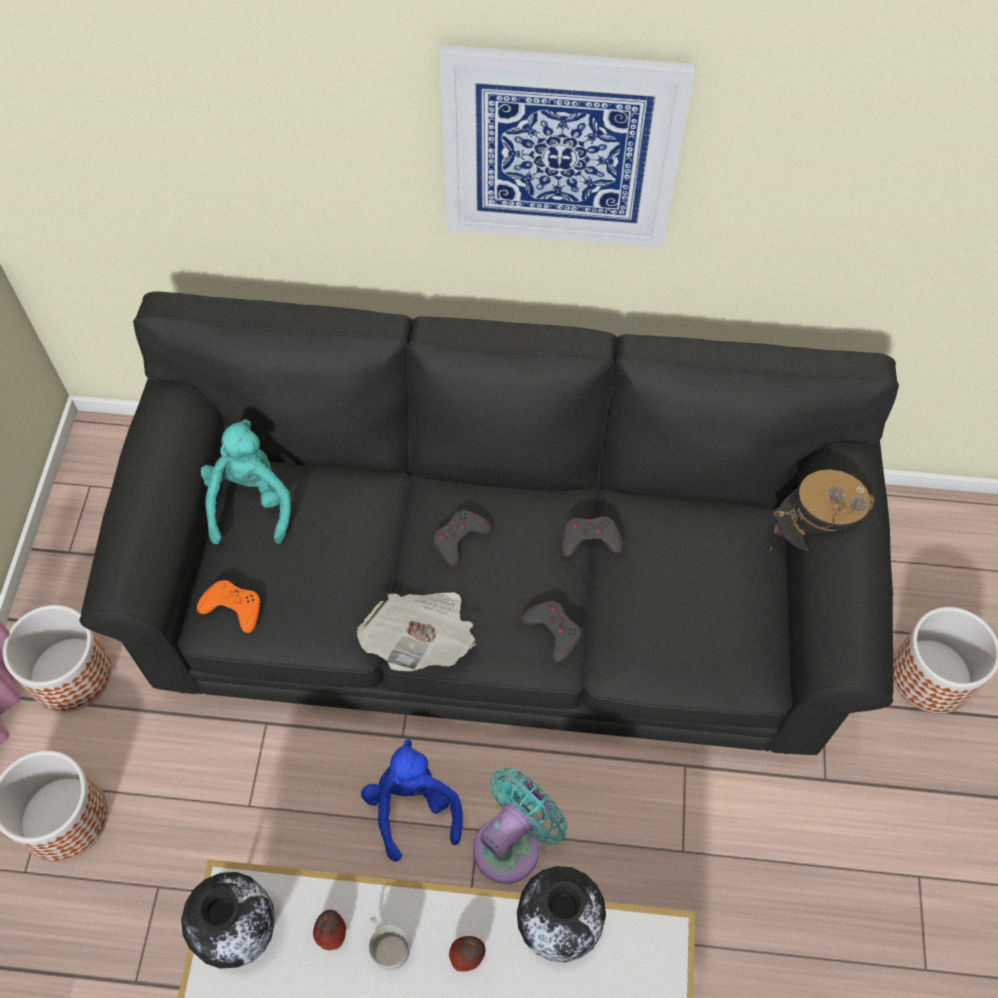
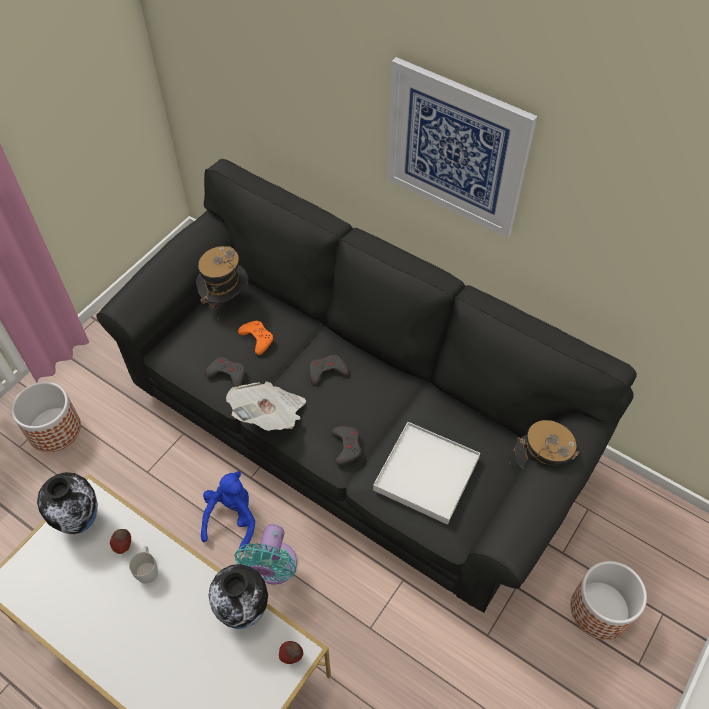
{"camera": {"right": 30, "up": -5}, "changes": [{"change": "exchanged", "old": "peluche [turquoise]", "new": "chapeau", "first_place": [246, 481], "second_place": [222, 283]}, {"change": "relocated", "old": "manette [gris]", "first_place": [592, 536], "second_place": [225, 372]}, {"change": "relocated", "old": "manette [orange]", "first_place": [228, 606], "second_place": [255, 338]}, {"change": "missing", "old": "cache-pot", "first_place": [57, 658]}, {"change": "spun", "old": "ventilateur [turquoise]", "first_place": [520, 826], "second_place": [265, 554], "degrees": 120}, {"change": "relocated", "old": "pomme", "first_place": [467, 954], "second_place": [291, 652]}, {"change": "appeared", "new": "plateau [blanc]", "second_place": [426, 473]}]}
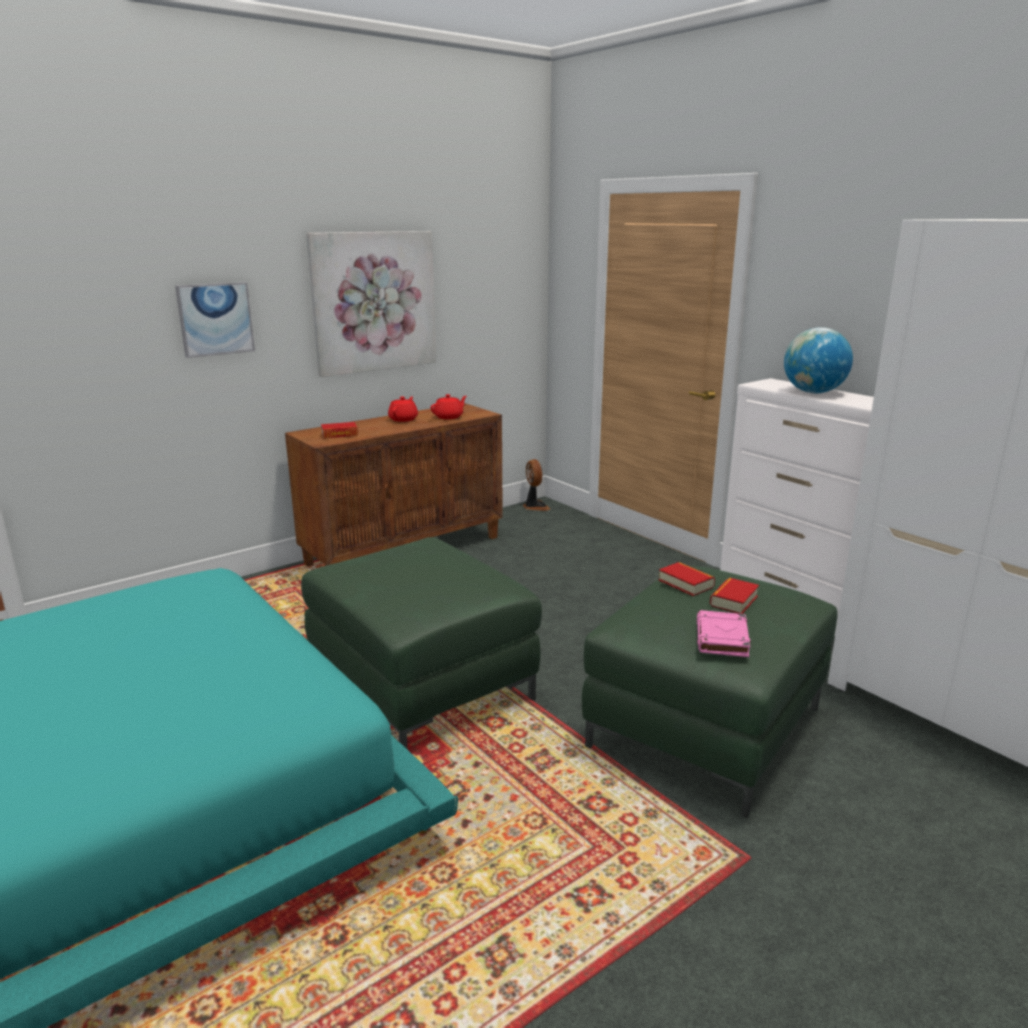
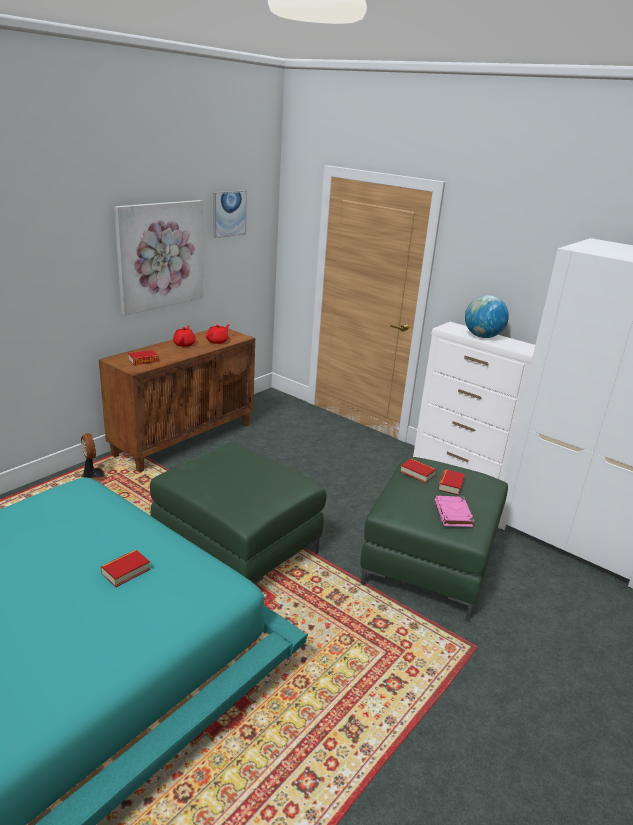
{"camera": {"right": -15, "up": 5}, "changes": [{"change": "relocated", "old": "tableau", "first_place": [215, 320], "second_place": [230, 214]}, {"change": "relocated", "old": "ventilateur", "first_place": [536, 485], "second_place": [94, 457]}, {"change": "appeared", "new": "livre", "second_place": [125, 568]}]}
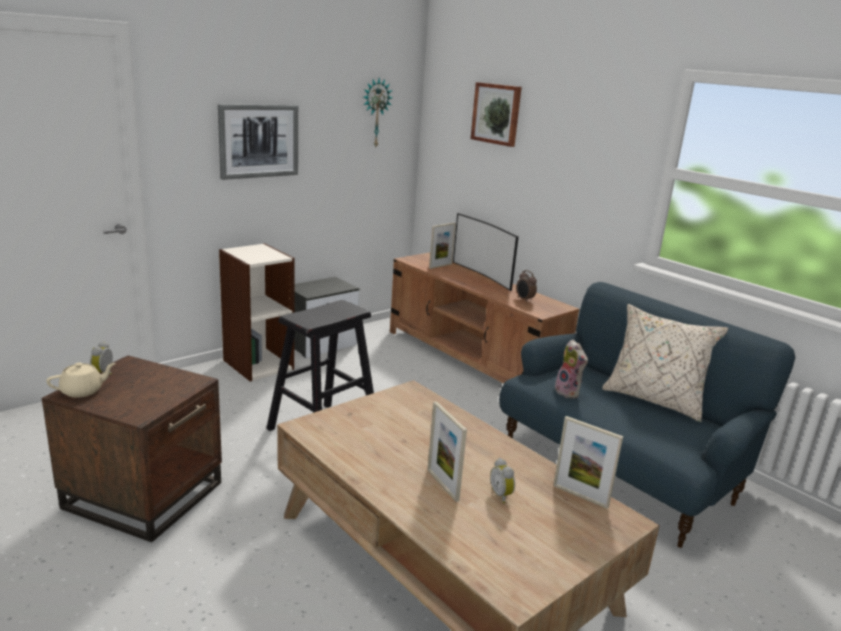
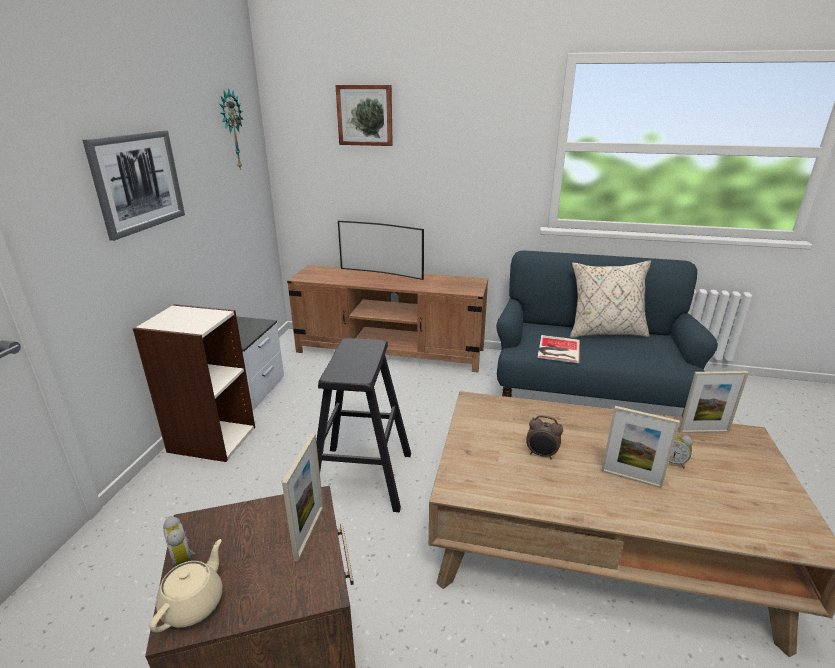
{"camera": {"right": -35, "up": 5}, "changes": [{"change": "relocated", "old": "cadre photo", "first_place": [442, 245], "second_place": [302, 497]}, {"change": "relocated", "old": "réveil", "first_place": [526, 286], "second_place": [544, 437]}, {"change": "exchanged", "old": "peluche", "new": "livre", "first_place": [571, 369], "second_place": [558, 349]}]}
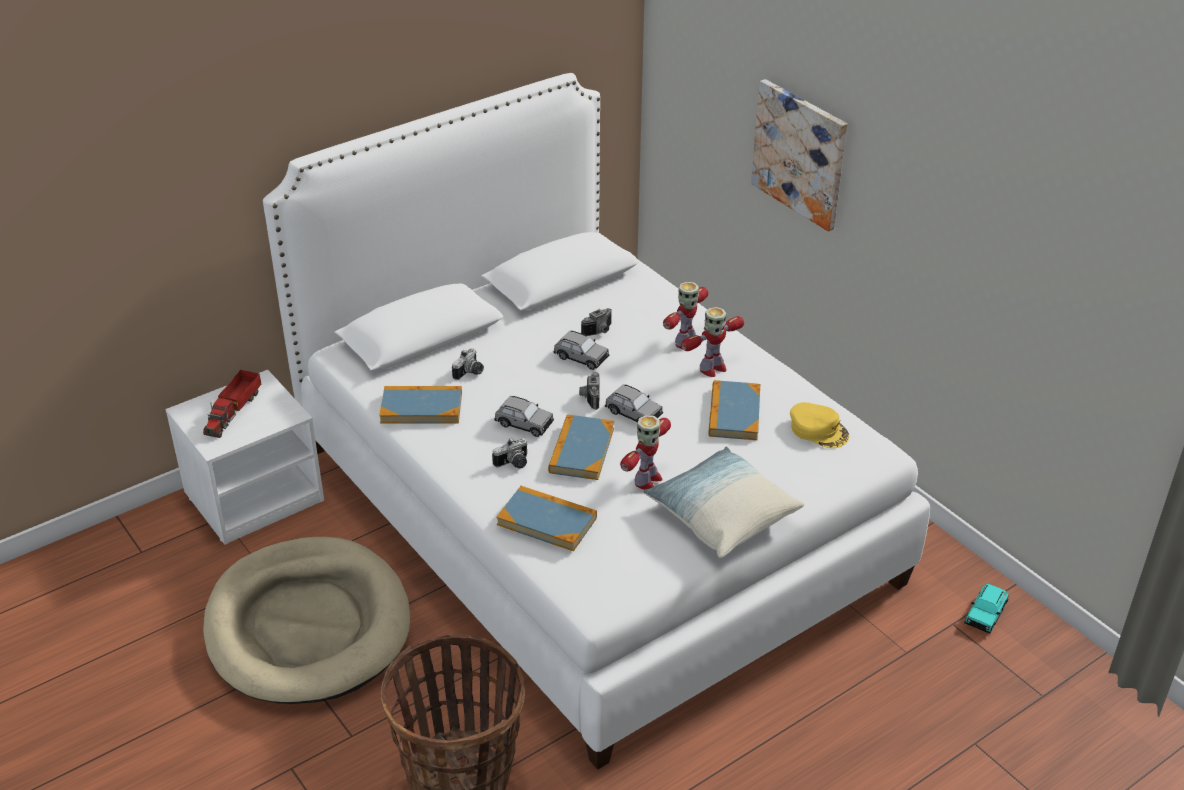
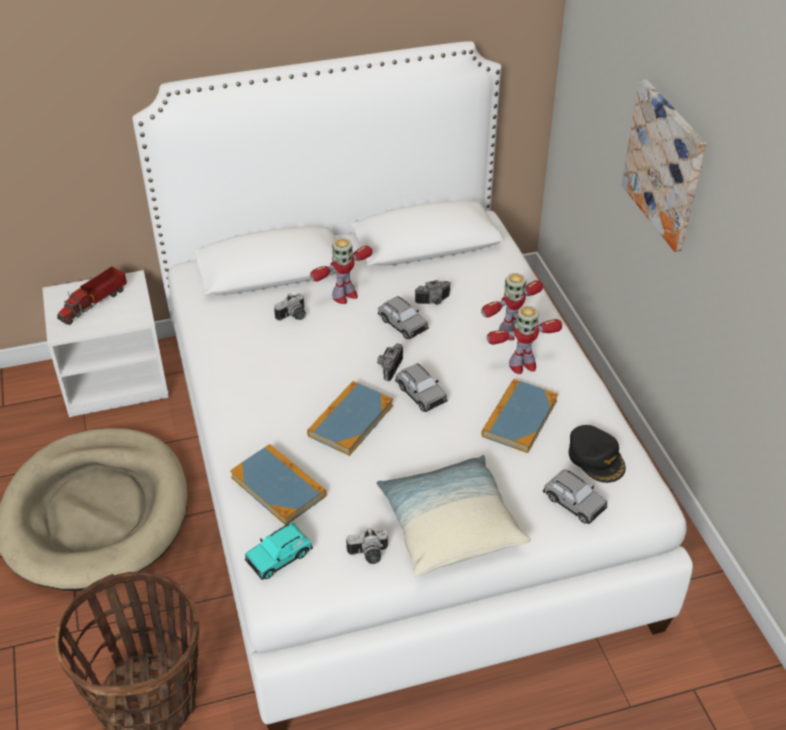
{"camera": {"right": 20, "up": 5}, "changes": [{"change": "missing", "old": "livre", "first_place": [420, 405]}, {"change": "relocated", "old": "petite voiture [gris]", "first_place": [524, 416], "second_place": [575, 496]}, {"change": "colour", "old": "casquette [jaune]", "new": "casquette [noir]", "first_place": [819, 425], "second_place": [597, 454]}, {"change": "relocated", "old": "robot jouet", "first_place": [645, 452], "second_place": [341, 271]}, {"change": "relocated", "old": "appareil photo", "first_place": [509, 453], "second_place": [367, 546]}, {"change": "relocated", "old": "petite voiture [turquoise]", "first_place": [986, 608], "second_place": [279, 551]}]}
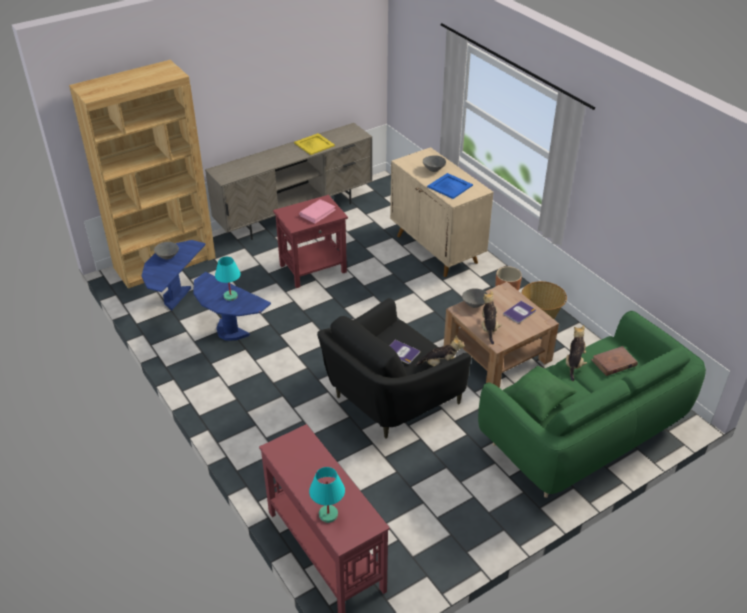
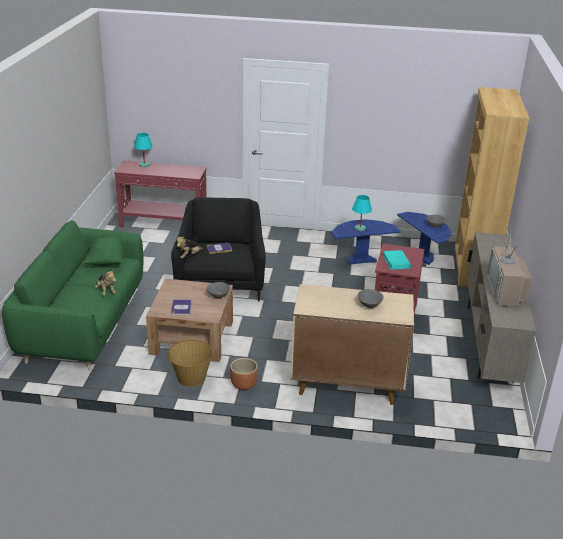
{"camera": {"right": 130, "up": -10}, "changes": [{"change": "exchanged", "old": "plateau [jaune]", "new": "téléviseur", "first_place": [314, 144], "second_place": [509, 266]}, {"change": "missing", "old": "plateau [bleu]", "first_place": [450, 186]}, {"change": "colour", "old": "livre [rose]", "new": "livre [turquoise]", "first_place": [317, 211], "second_place": [397, 260]}, {"change": "missing", "old": "peluche", "first_place": [491, 317]}, {"change": "missing", "old": "livre [marron]", "first_place": [614, 361]}]}
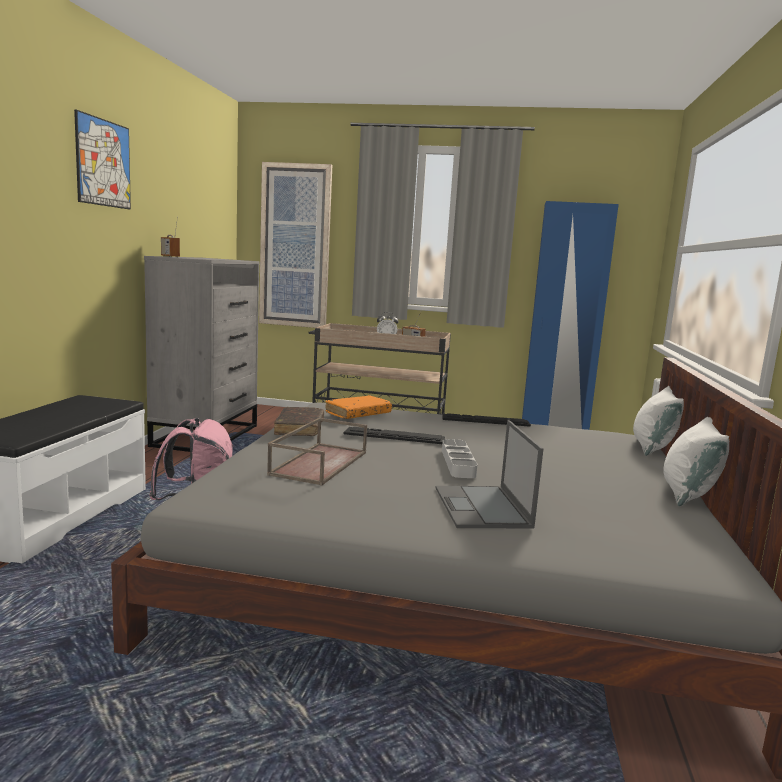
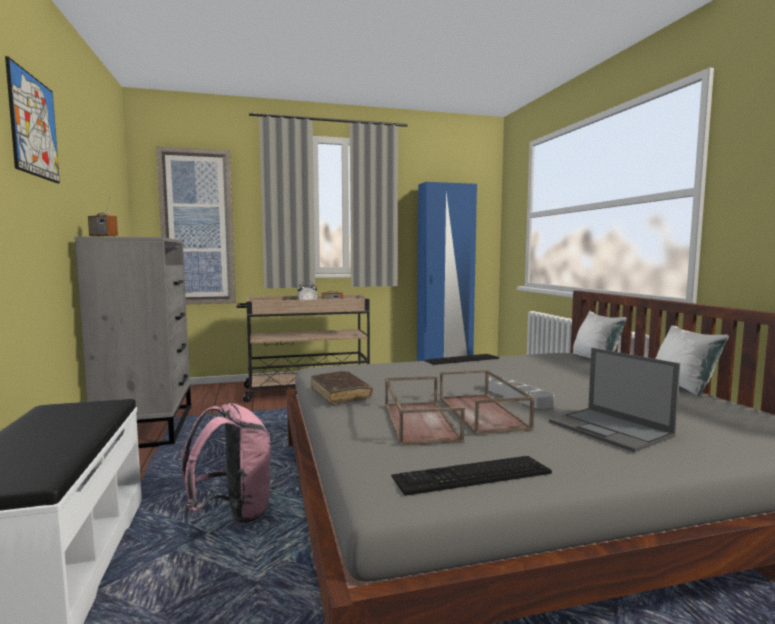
{"camera": {"right": -25, "up": -5}, "changes": [{"change": "missing", "old": "livre [orange]", "first_place": [358, 407]}, {"change": "relocated", "old": "clavier", "first_place": [394, 435], "second_place": [471, 476]}, {"change": "appeared", "new": "plateau [marron]", "second_place": [487, 402]}]}
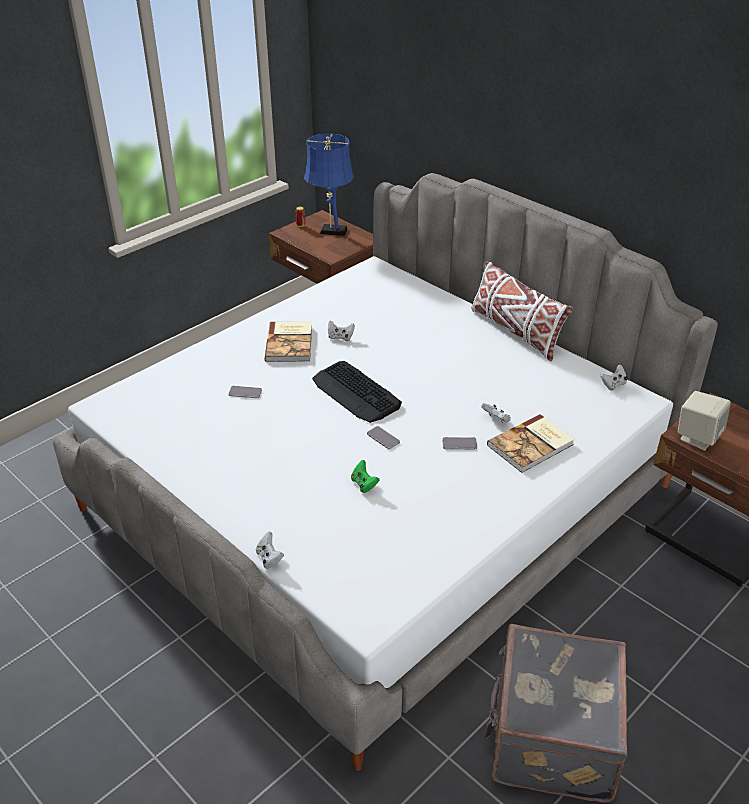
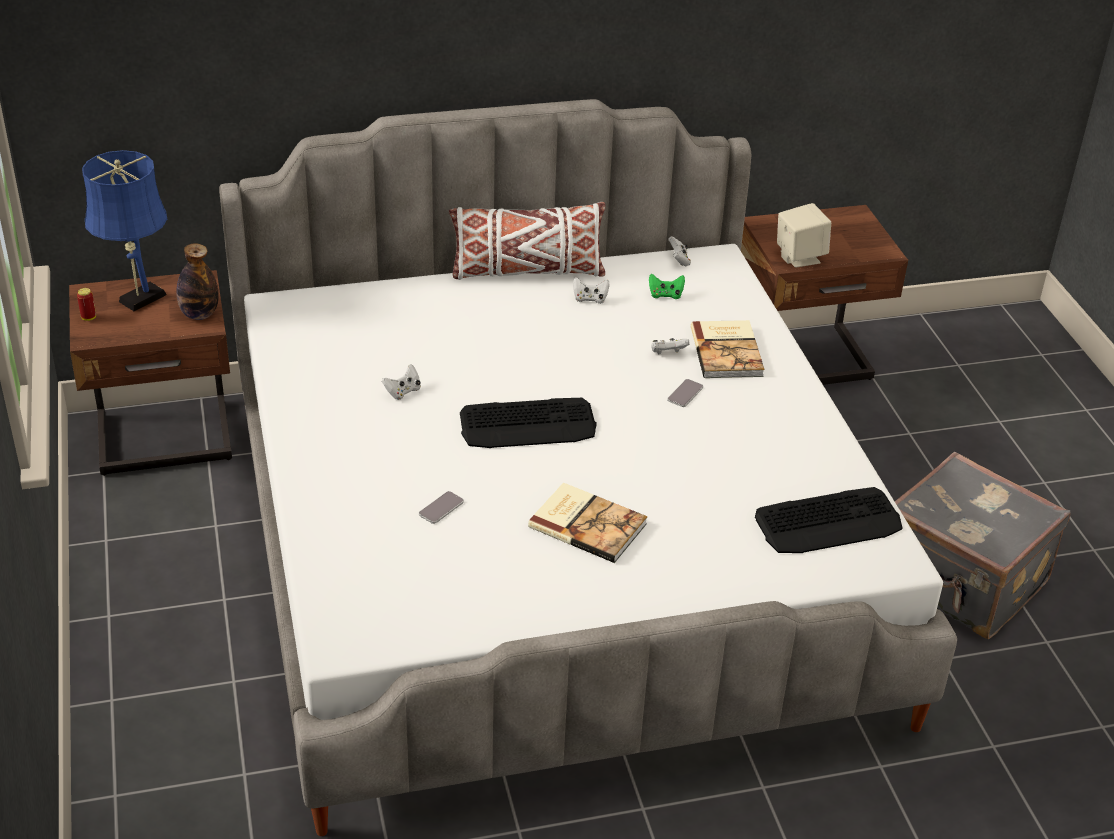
{"camera": {"right": -60, "up": 0}, "changes": [{"change": "relocated", "old": "livre", "first_place": [288, 341], "second_place": [588, 522]}, {"change": "missing", "old": "téléphone", "first_place": [383, 437]}, {"change": "relocated", "old": "manette [vert]", "first_place": [365, 476], "second_place": [667, 286]}, {"change": "relocated", "old": "manette [blanc]", "first_place": [270, 550], "second_place": [591, 290]}, {"change": "appeared", "new": "bouteille", "second_place": [197, 281]}, {"change": "appeared", "new": "clavier", "second_place": [829, 520]}]}
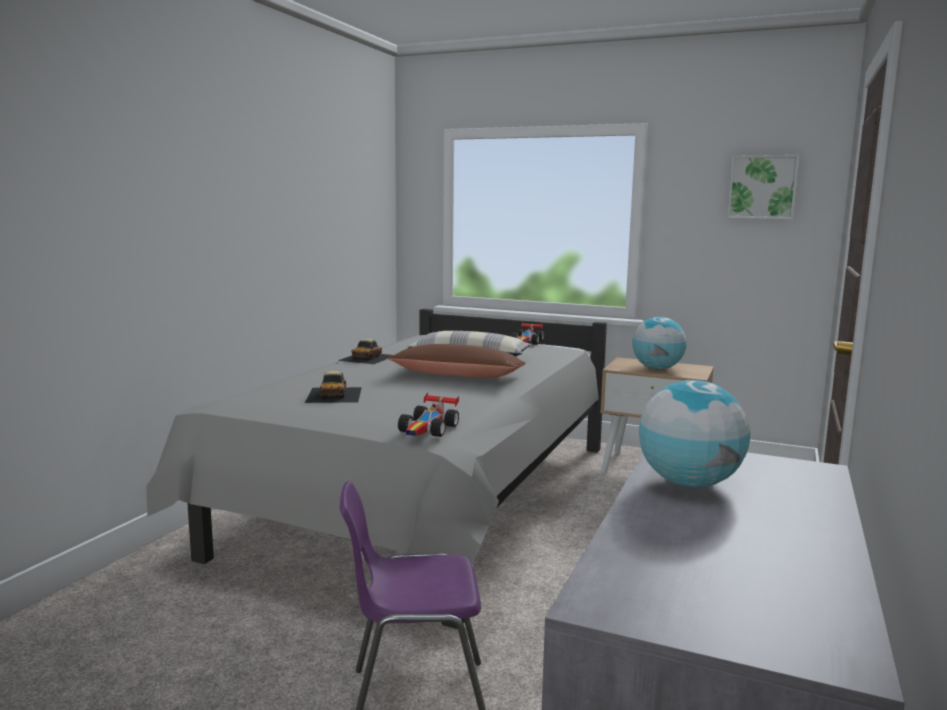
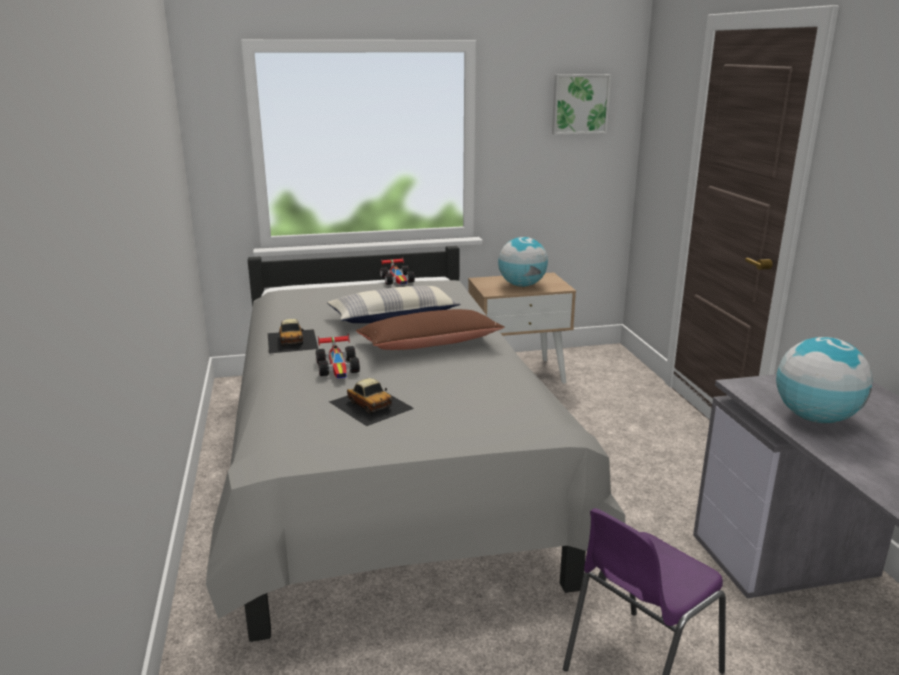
{"camera": {"right": -35, "up": 10}, "changes": [{"change": "relocated", "old": "petite voiture", "first_place": [428, 415], "second_place": [338, 356]}]}
